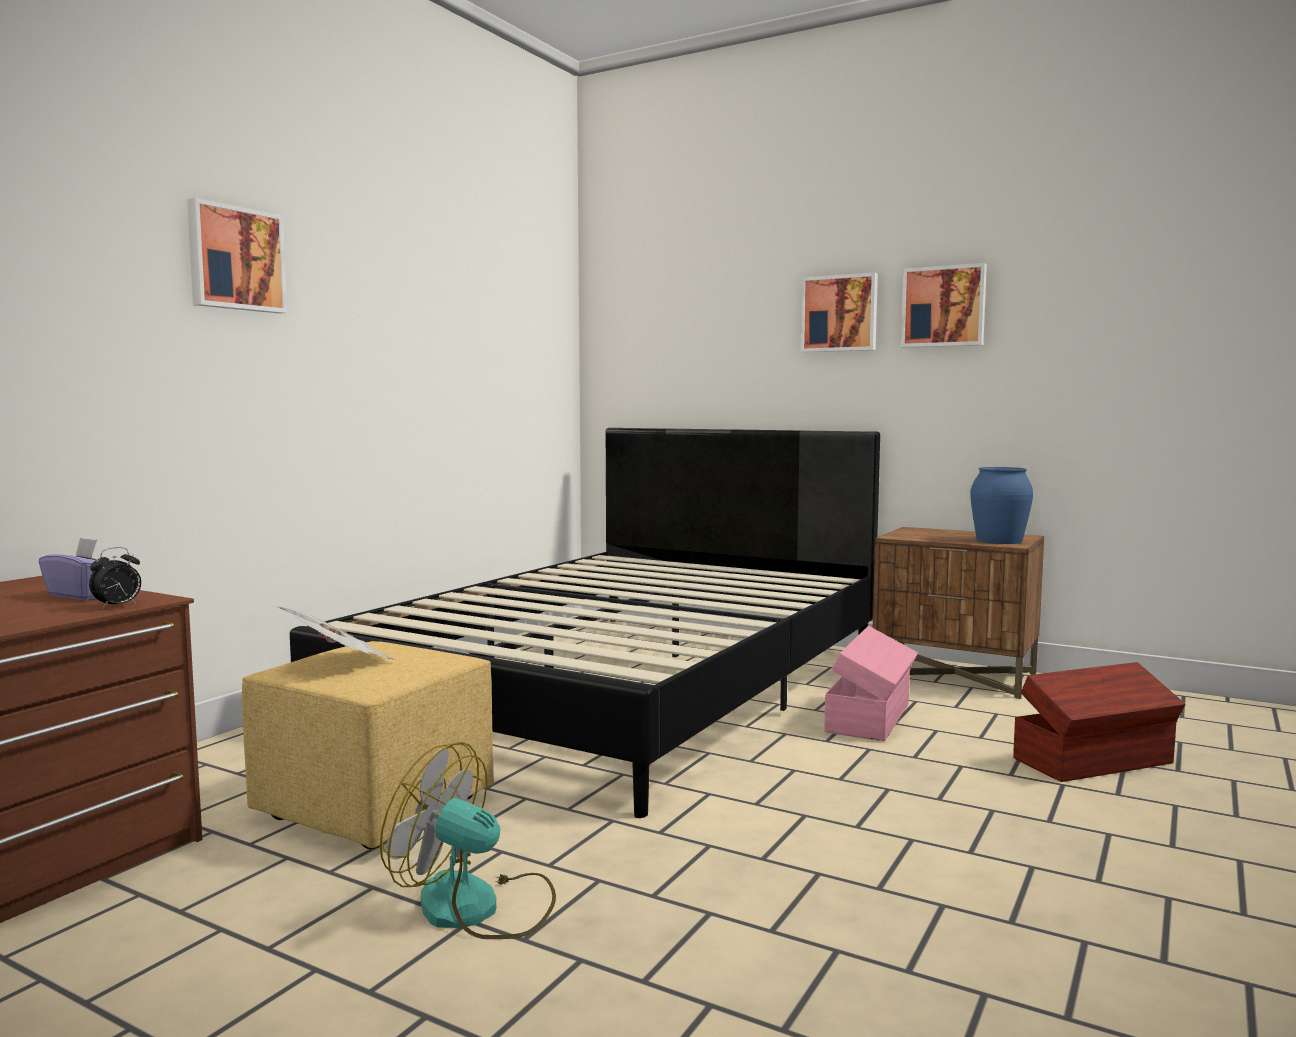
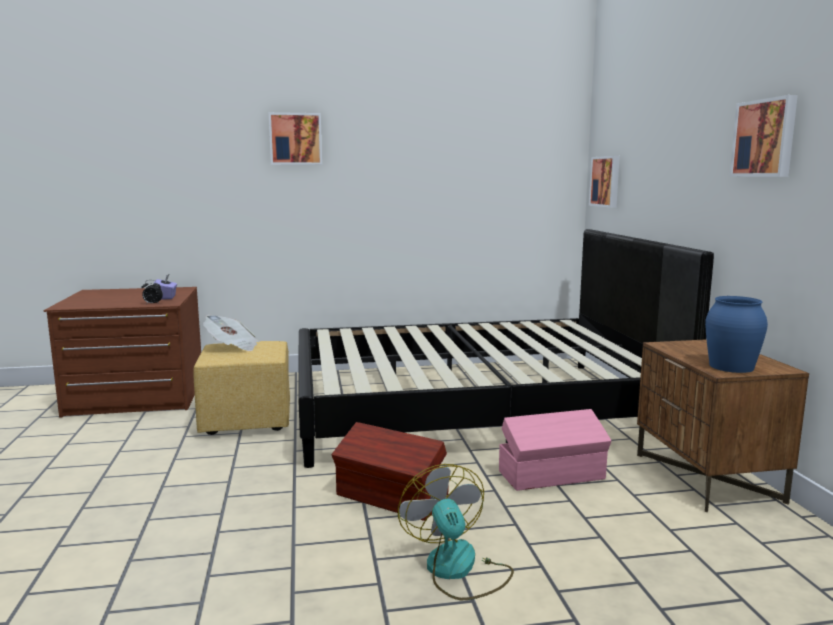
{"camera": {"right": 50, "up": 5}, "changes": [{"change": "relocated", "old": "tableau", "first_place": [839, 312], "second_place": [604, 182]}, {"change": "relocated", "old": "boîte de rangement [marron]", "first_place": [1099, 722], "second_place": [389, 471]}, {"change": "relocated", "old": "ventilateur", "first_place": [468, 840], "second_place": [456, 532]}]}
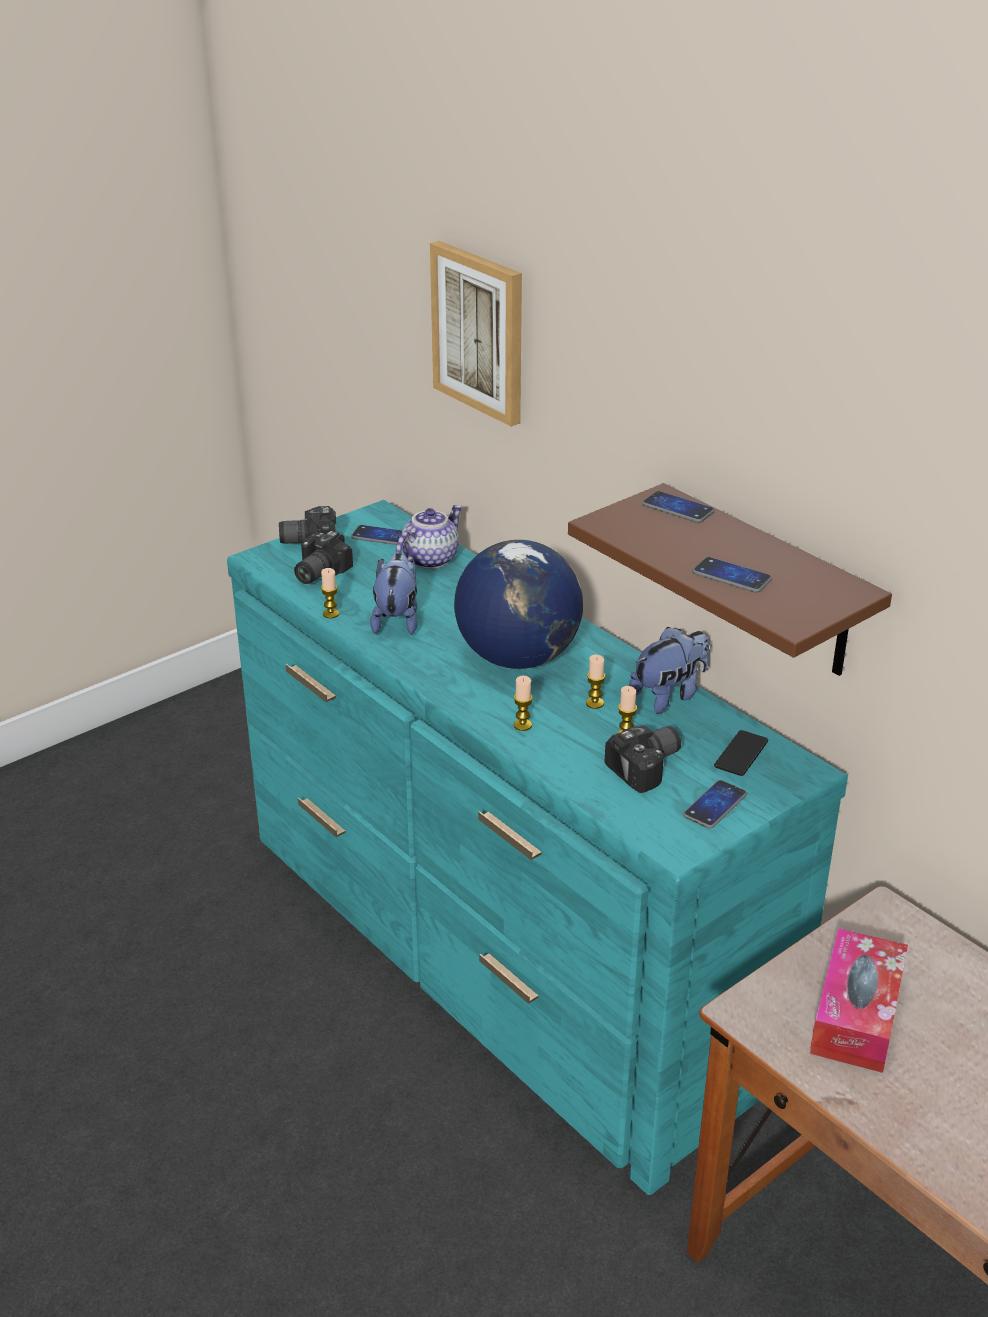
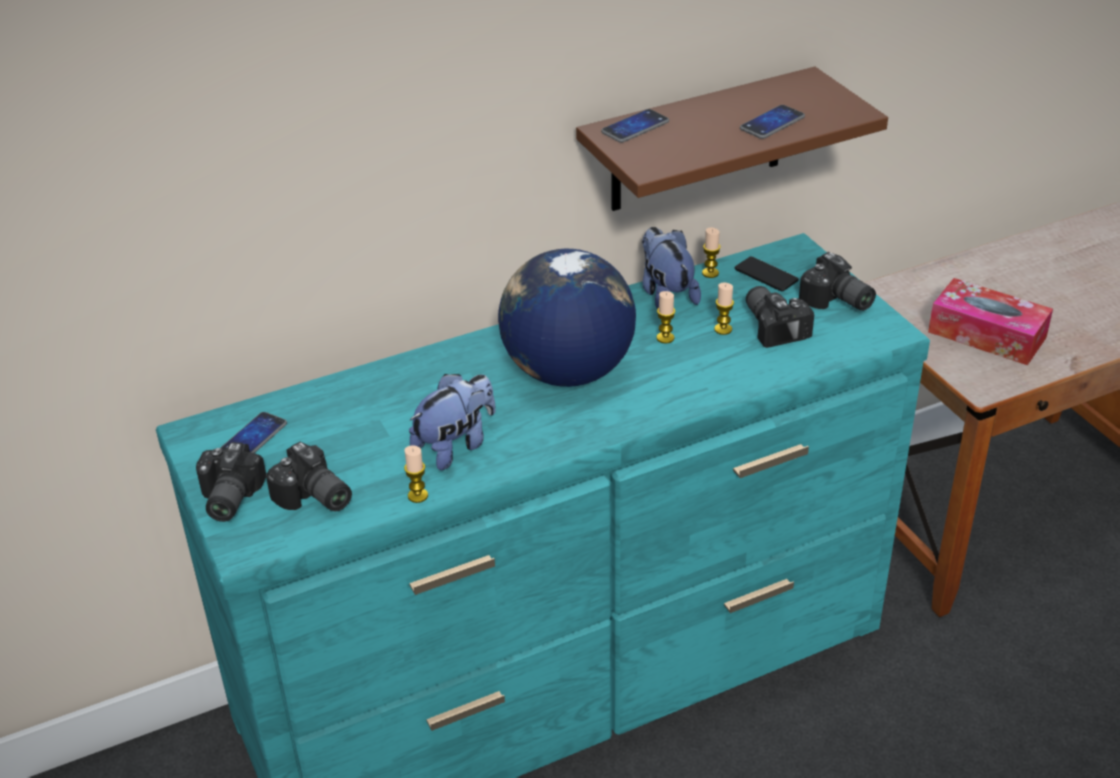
{"camera": {"right": -75, "up": 5}, "changes": [{"change": "missing", "old": "tableau", "first_place": [476, 334]}, {"change": "missing", "old": "théière", "first_place": [429, 537]}, {"change": "spun", "old": "peluche", "first_place": [393, 594], "second_place": [452, 422], "degrees": 120}, {"change": "relocated", "old": "bougie", "first_place": [523, 703], "second_place": [711, 252]}, {"change": "exchanged", "old": "téléphone", "new": "appareil photo", "first_place": [715, 804], "second_place": [837, 281]}]}
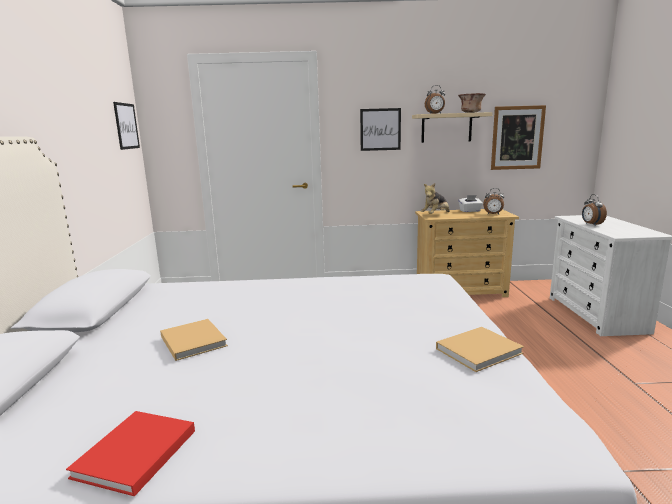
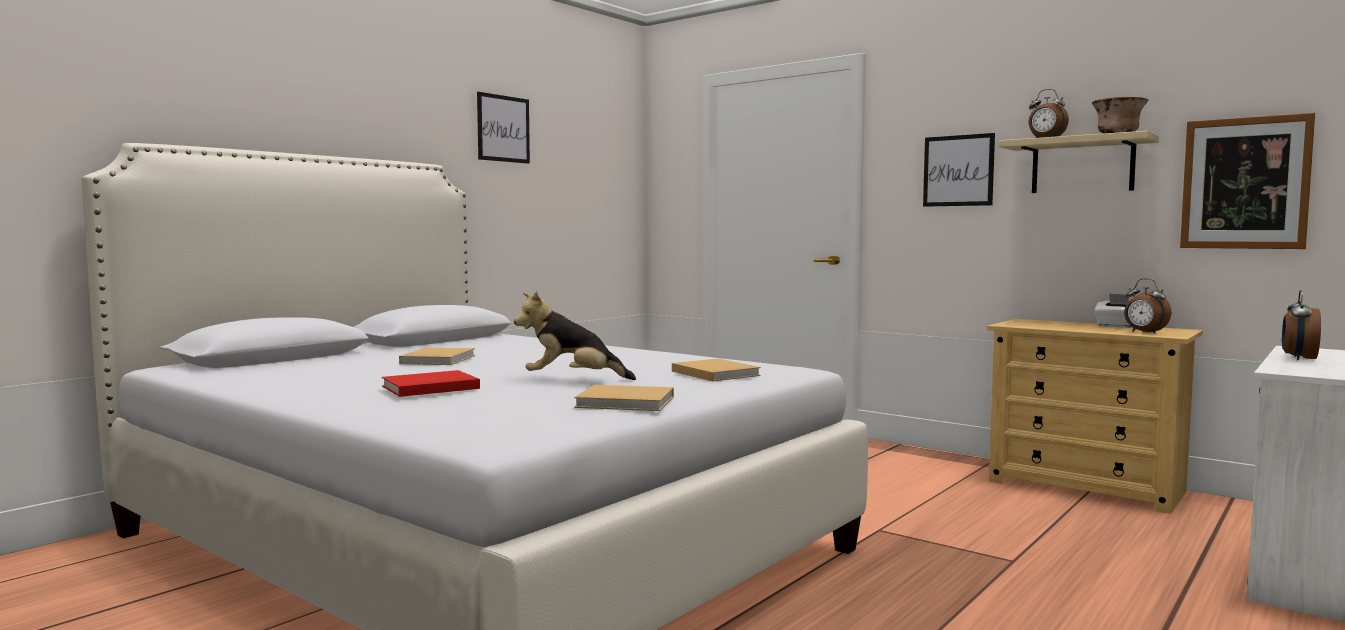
{"camera": {"right": 40, "up": -10}, "changes": [{"change": "relocated", "old": "tableau", "first_place": [126, 126], "second_place": [503, 128]}, {"change": "relocated", "old": "peluche", "first_place": [435, 198], "second_place": [575, 335]}, {"change": "relocated", "old": "livre [rouge]", "first_place": [130, 454], "second_place": [431, 383]}, {"change": "appeared", "new": "livre [beige]", "second_place": [716, 370]}]}
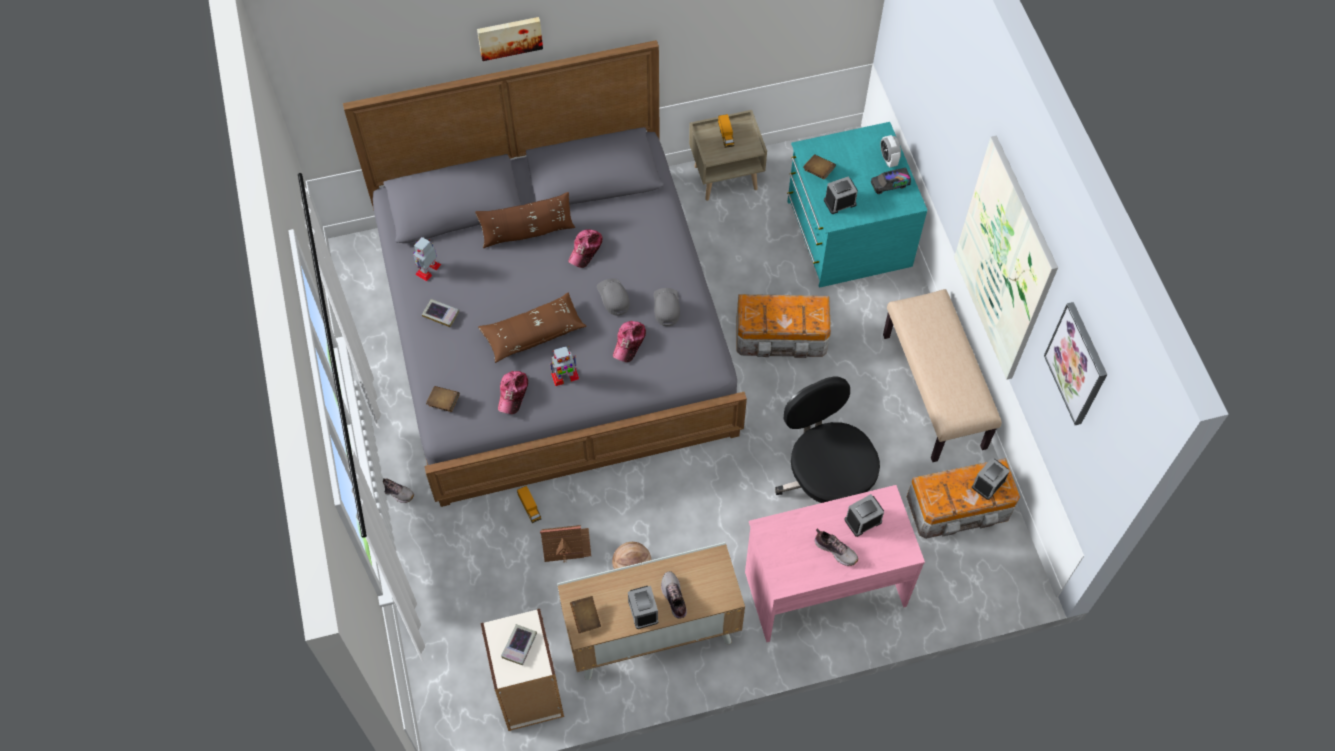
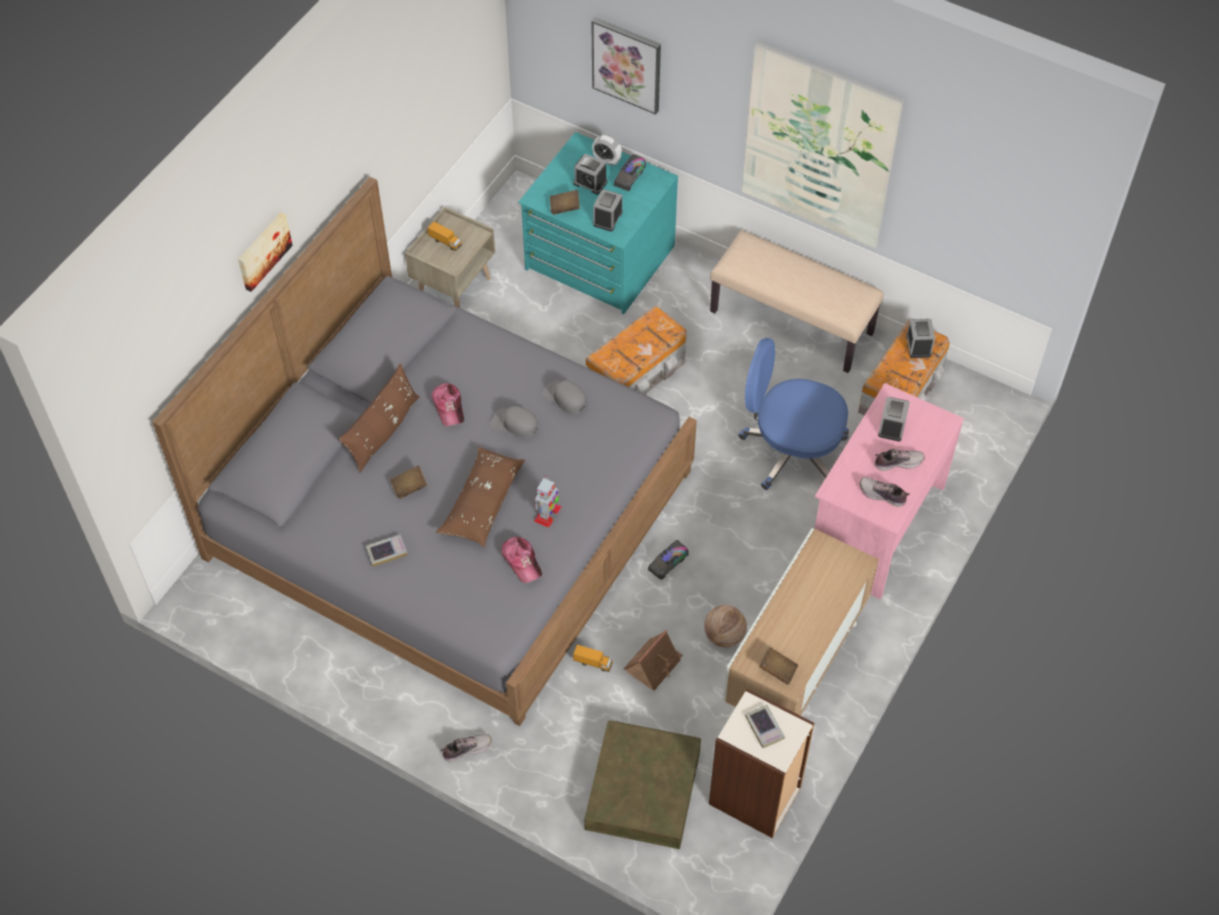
{"camera": {"right": -45, "up": -5}, "changes": [{"change": "missing", "old": "robot jouet", "first_place": [427, 259]}, {"change": "relocated", "old": "tableau", "first_place": [1075, 363], "second_place": [626, 66]}, {"change": "missing", "old": "casquette", "first_place": [629, 341]}, {"change": "colour", "old": "chaise de bureau [noir]", "new": "chaise de bureau [bleu]", "first_place": [827, 440], "second_place": [793, 414]}, {"change": "relocated", "old": "livre [marron]", "first_place": [443, 399], "second_place": [408, 482]}, {"change": "relocated", "old": "chaussure", "first_place": [674, 595], "second_place": [884, 492]}, {"change": "relocated", "old": "réveil", "first_place": [643, 607], "second_place": [590, 174]}, {"change": "appeared", "new": "camion jouet", "second_place": [668, 560]}, {"change": "appeared", "new": "boîte de rangement [marron]", "second_place": [642, 785]}]}
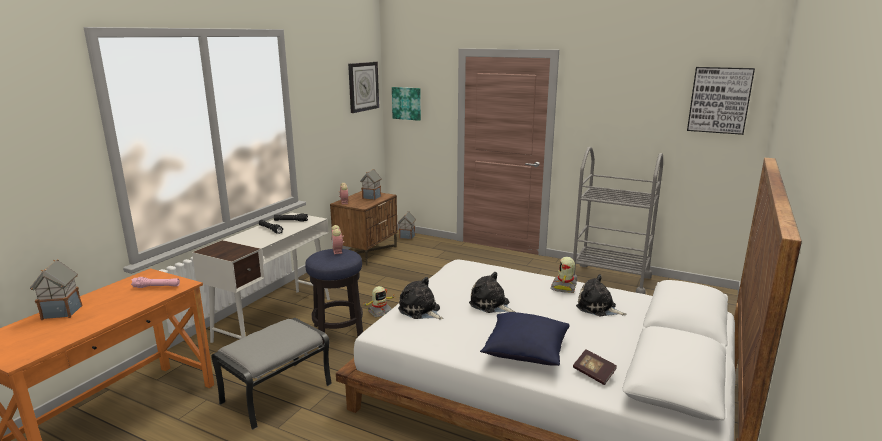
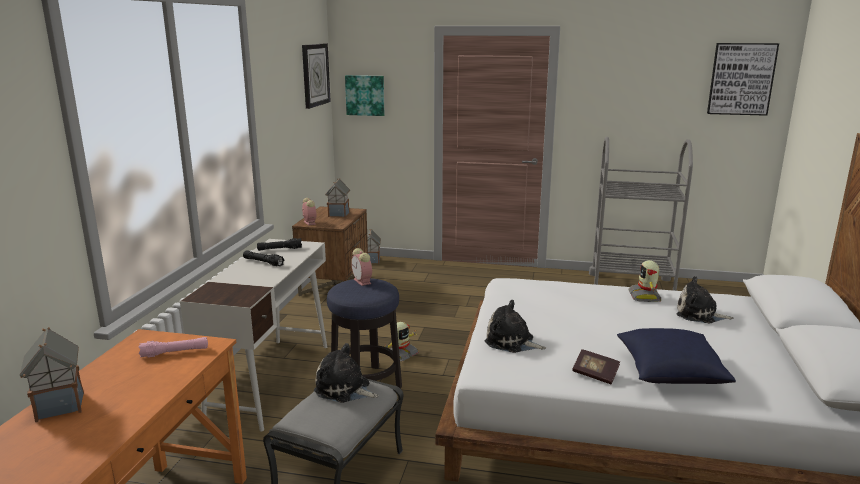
{"camera": {"right": -15, "up": 0}, "changes": [{"change": "relocated", "old": "peluche", "first_place": [492, 292], "second_place": [346, 373]}, {"change": "relocated", "old": "livre", "first_place": [595, 367], "second_place": [596, 366]}]}
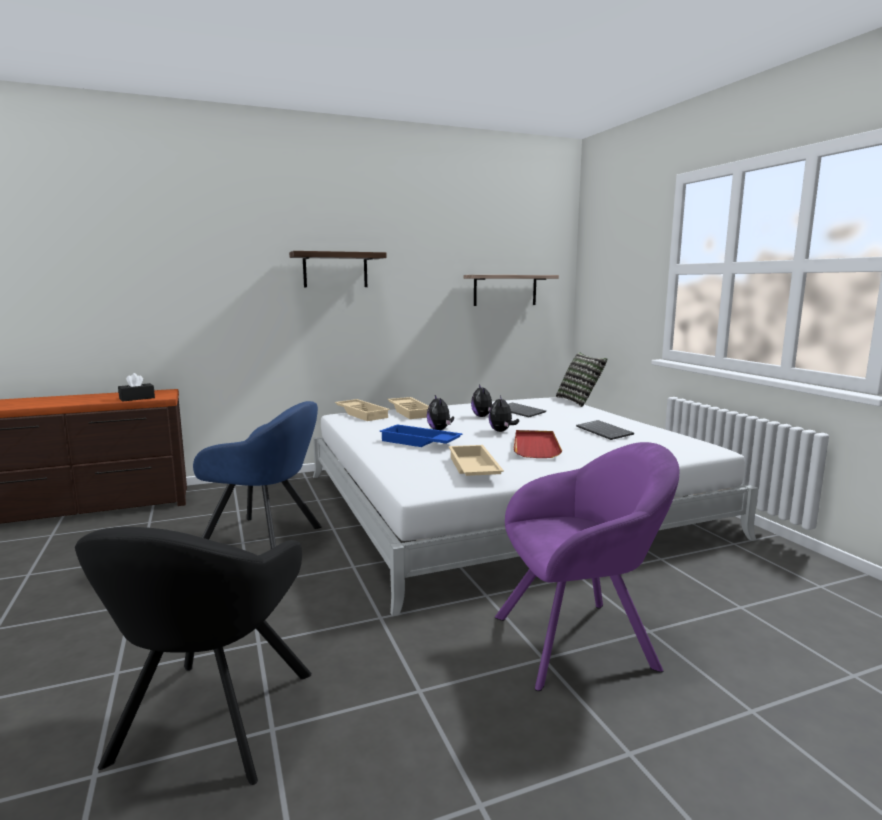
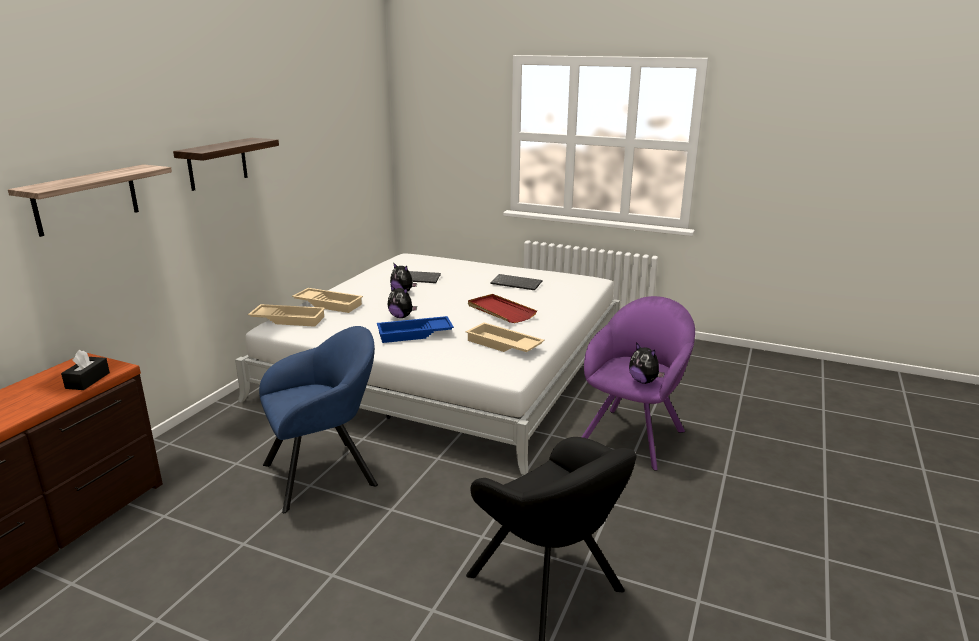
{"camera": {"right": -45, "up": 10}, "changes": [{"change": "relocated", "old": "étagère", "first_place": [511, 290], "second_place": [90, 200]}, {"change": "missing", "old": "coussin", "first_place": [581, 379]}, {"change": "relocated", "old": "peluche", "first_place": [504, 413], "second_place": [647, 363]}]}
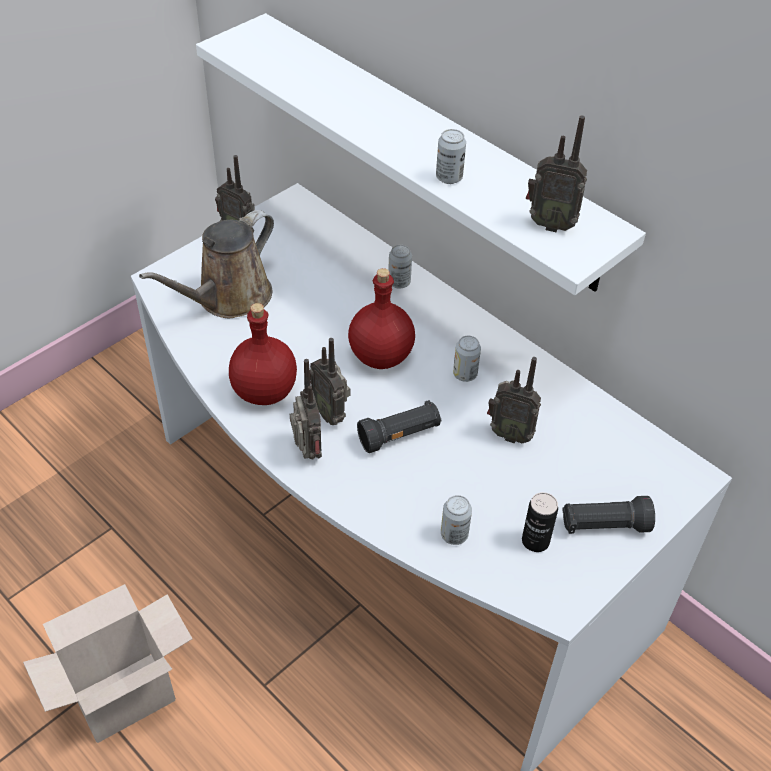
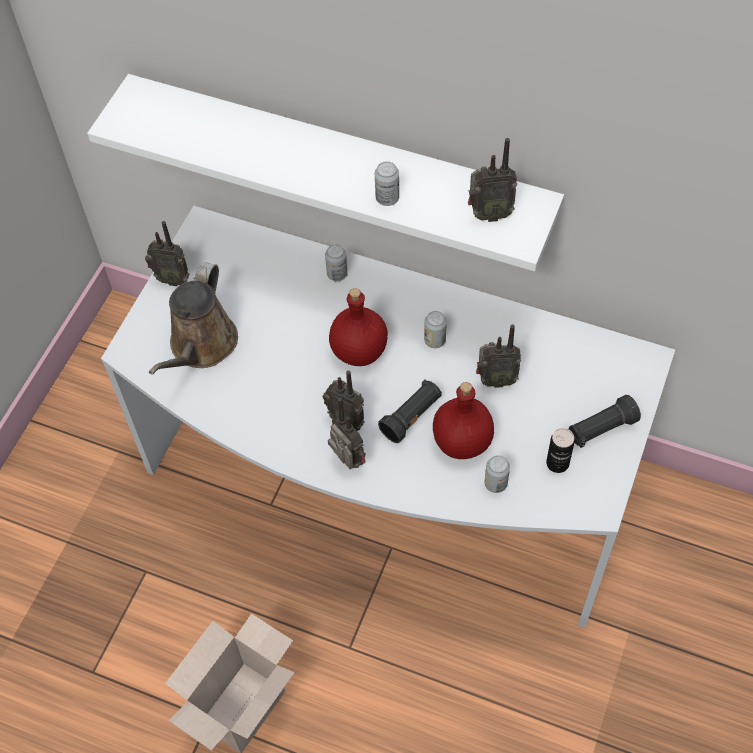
{"camera": {"right": -20, "up": 10}, "changes": [{"change": "relocated", "old": "bouteille [rouge]", "first_place": [263, 354], "second_place": [463, 420]}]}
